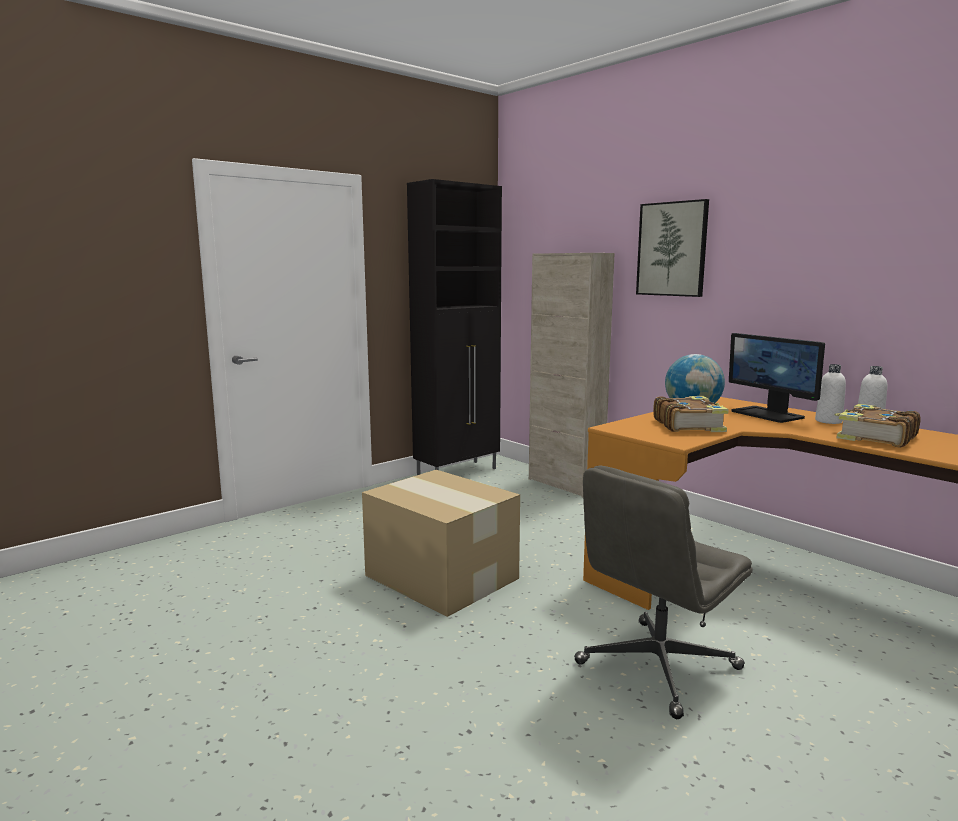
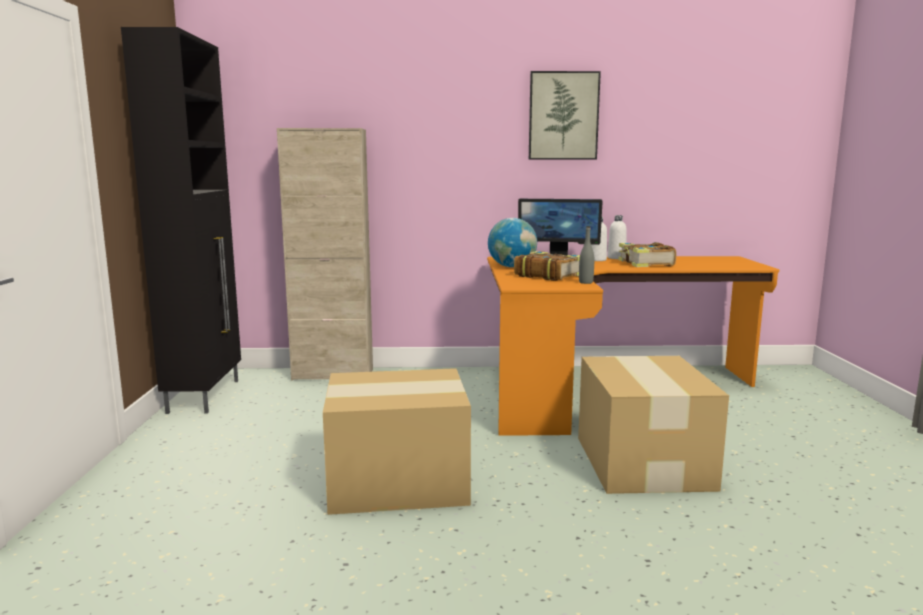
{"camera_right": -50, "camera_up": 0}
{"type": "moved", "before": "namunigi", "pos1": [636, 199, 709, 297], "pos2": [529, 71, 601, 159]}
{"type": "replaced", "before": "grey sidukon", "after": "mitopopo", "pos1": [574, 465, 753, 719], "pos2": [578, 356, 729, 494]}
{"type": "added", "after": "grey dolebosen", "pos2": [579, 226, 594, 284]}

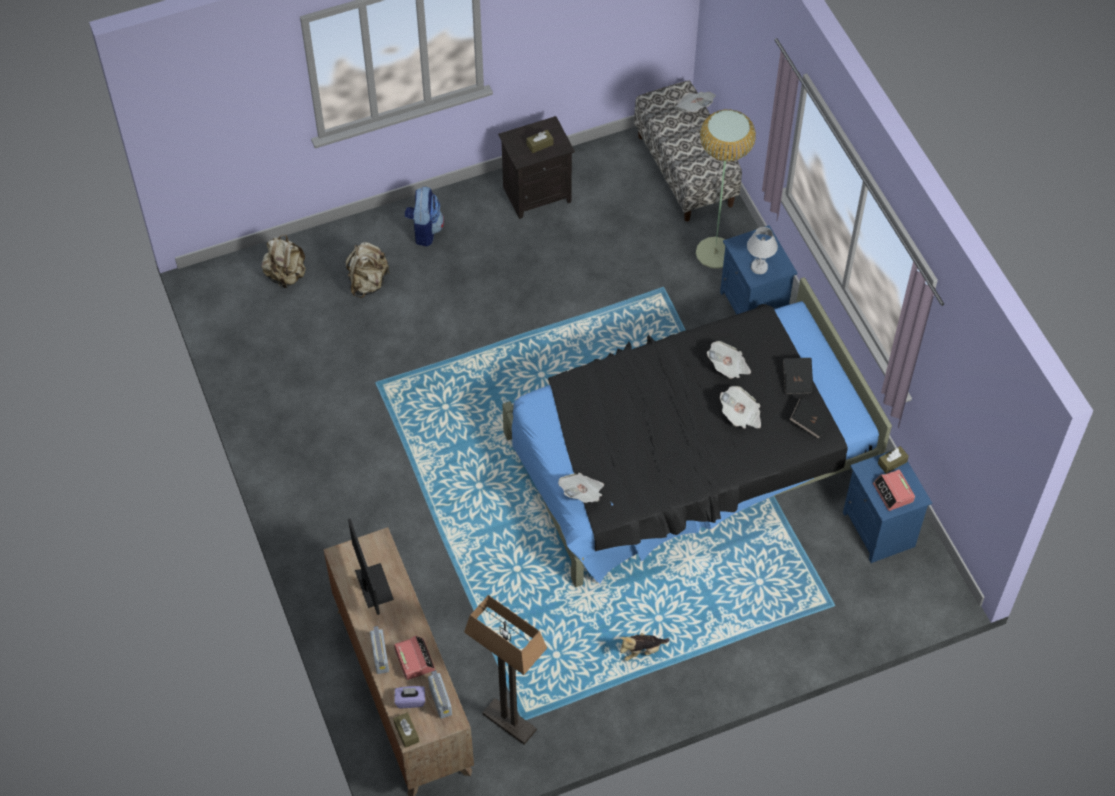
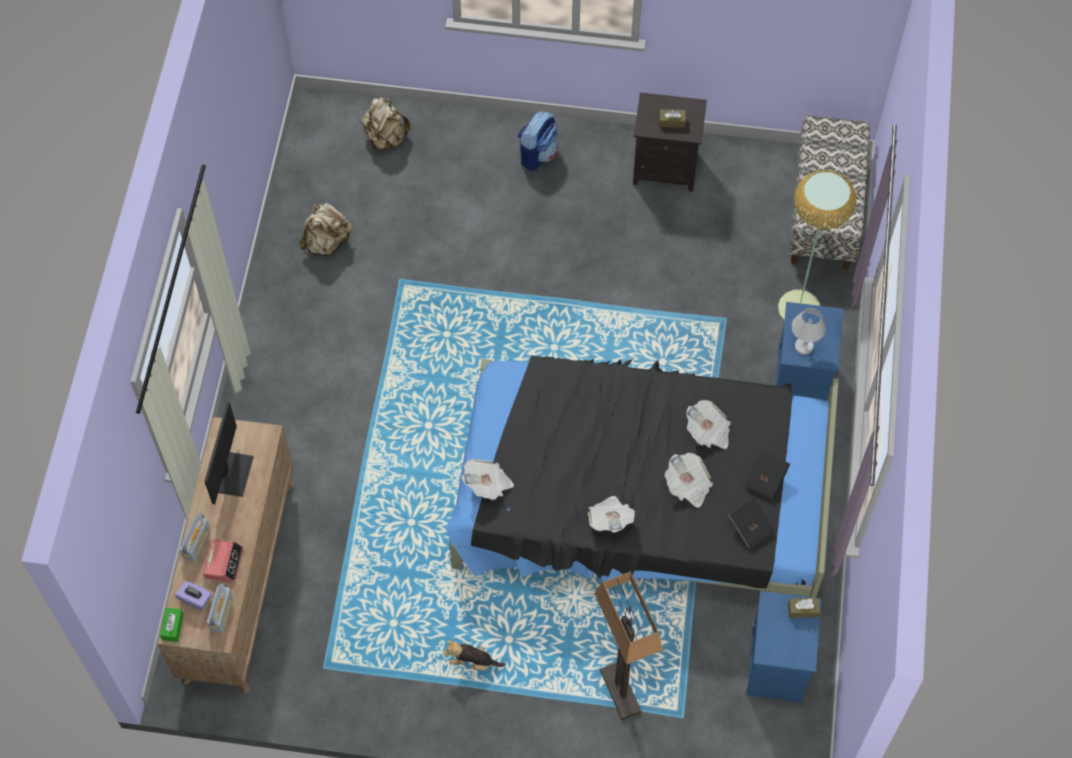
{"camera_right": 30, "camera_up": 5}
{"type": "recoloured", "before": "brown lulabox", "after": "green lulabox", "pos1": [393, 712, 419, 748], "pos2": [160, 608, 184, 642]}
{"type": "moved", "before": "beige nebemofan", "pos1": [345, 242, 390, 298], "pos2": [300, 203, 352, 256]}
{"type": "moved", "before": "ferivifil", "pos1": [675, 92, 716, 113], "pos2": [588, 496, 635, 533]}
{"type": "moved", "before": "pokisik", "pos1": [464, 595, 547, 745], "pos2": [594, 571, 663, 720]}
{"type": "removed", "before": "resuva", "pos1": [873, 469, 915, 511]}

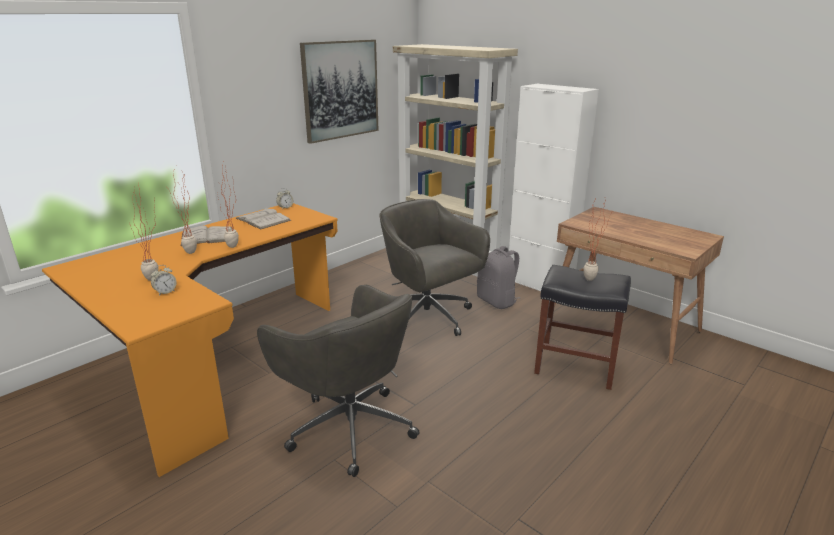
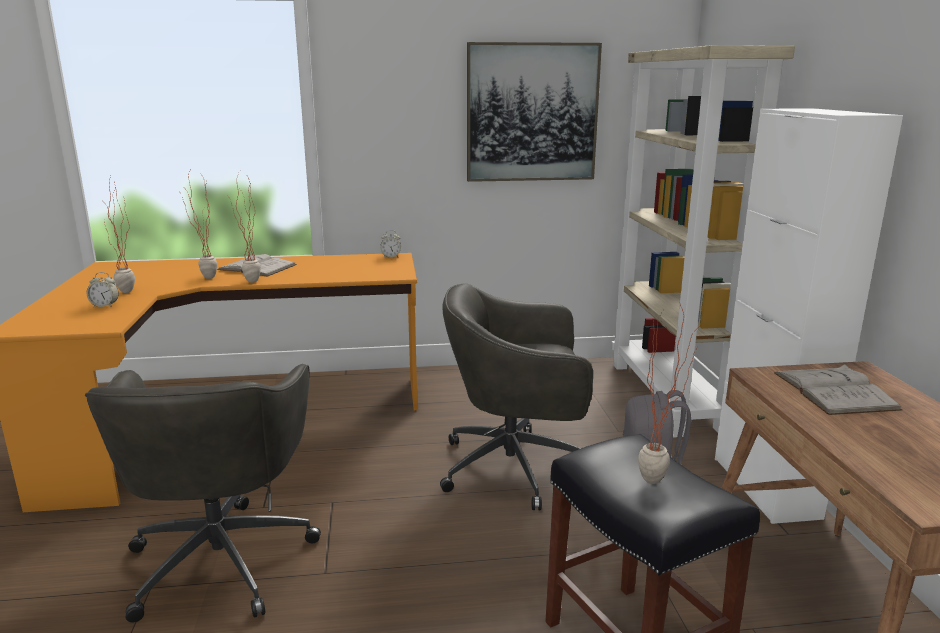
{"camera_right": 40, "camera_up": -5}
{"type": "turned", "before": "grey sidukon", "pos1": [379, 199, 490, 336], "pos2": [440, 283, 593, 511], "turn": -90}
{"type": "moved", "before": "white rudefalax", "pos1": [235, 207, 291, 229], "pos2": [774, 364, 903, 415]}

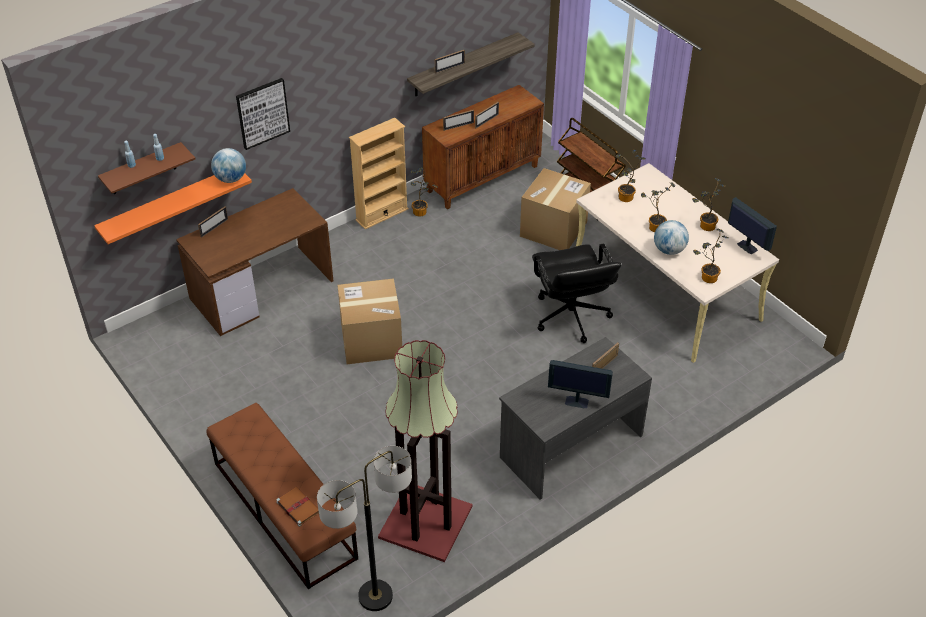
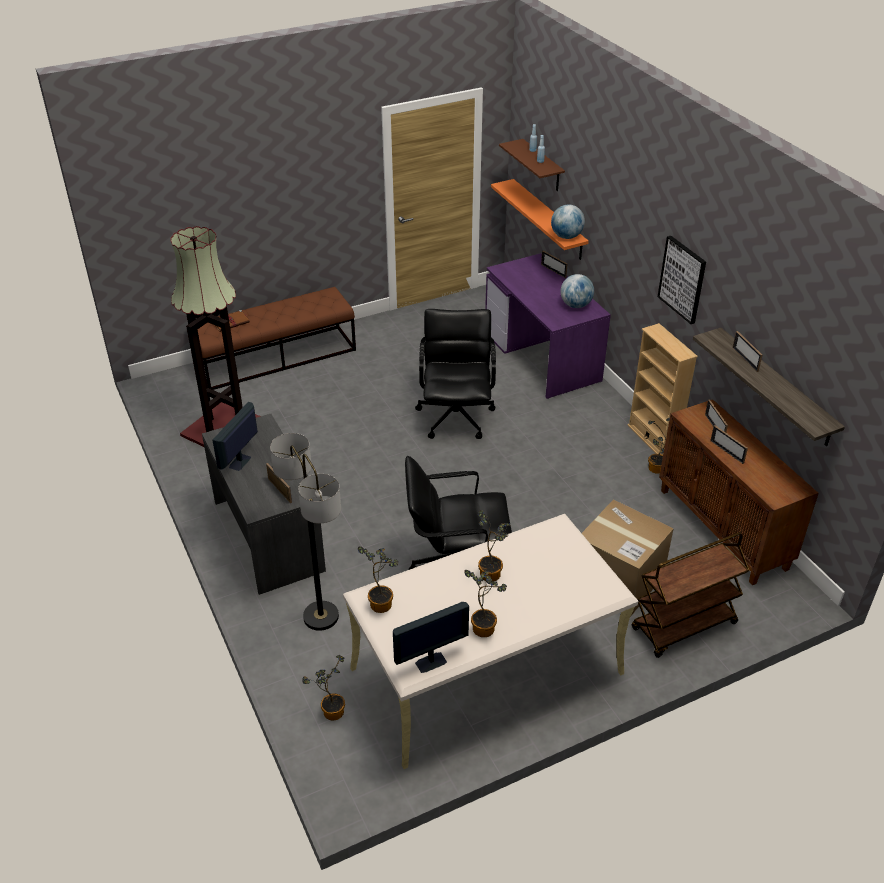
{"camera_right": 100, "camera_up": -5}
{"type": "moved", "before": "pokisik", "pos1": [317, 446, 412, 611], "pos2": [270, 433, 341, 631]}
{"type": "moved", "before": "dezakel", "pos1": [616, 149, 645, 202], "pos2": [302, 655, 345, 720]}
{"type": "replaced", "before": "mitopopo", "after": "black sidukon", "pos1": [337, 278, 402, 364], "pos2": [415, 309, 496, 439]}
{"type": "recoloured", "before": "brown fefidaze", "after": "purple fefidaze", "pos1": [176, 188, 333, 336], "pos2": [485, 253, 611, 399]}
{"type": "moved", "before": "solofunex", "pos1": [654, 220, 689, 255], "pos2": [561, 274, 594, 308]}
{"type": "moved", "before": "namunigi", "pos1": [236, 78, 290, 150], "pos2": [658, 236, 706, 324]}

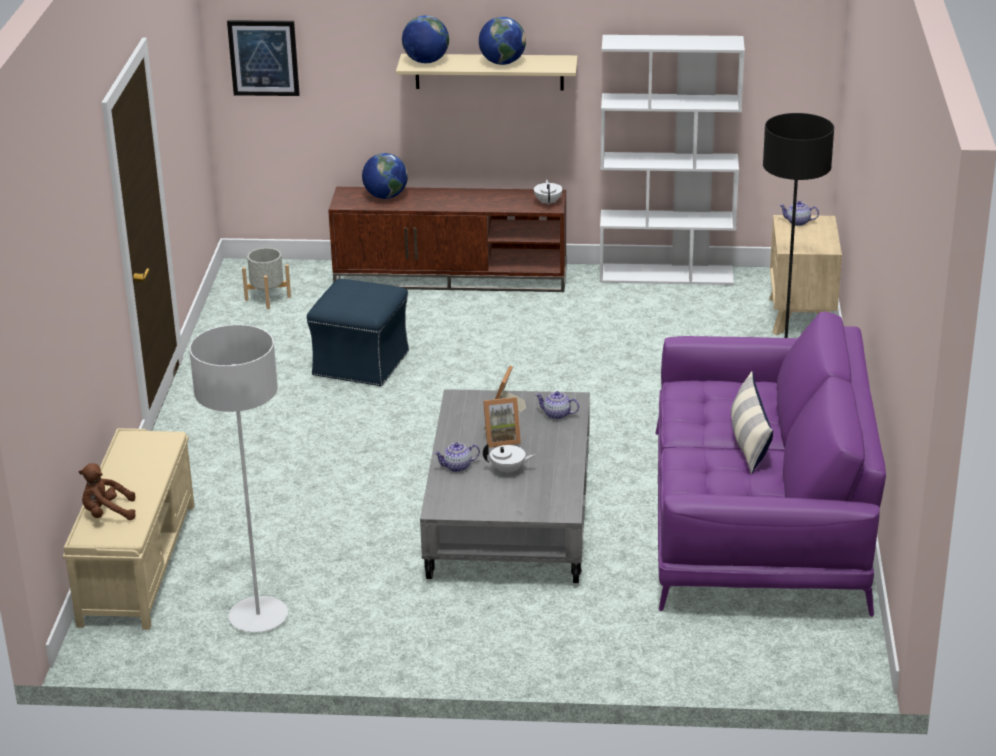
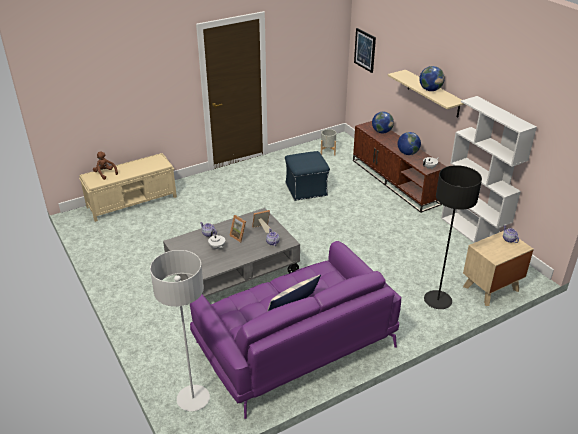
{"camera_right": 55, "camera_up": 5}
{"type": "moved", "before": "grey pokisik", "pos1": [189, 325, 288, 632], "pos2": [150, 250, 210, 411]}
{"type": "moved", "before": "solofunex", "pos1": [402, 15, 449, 63], "pos2": [398, 132, 421, 155]}

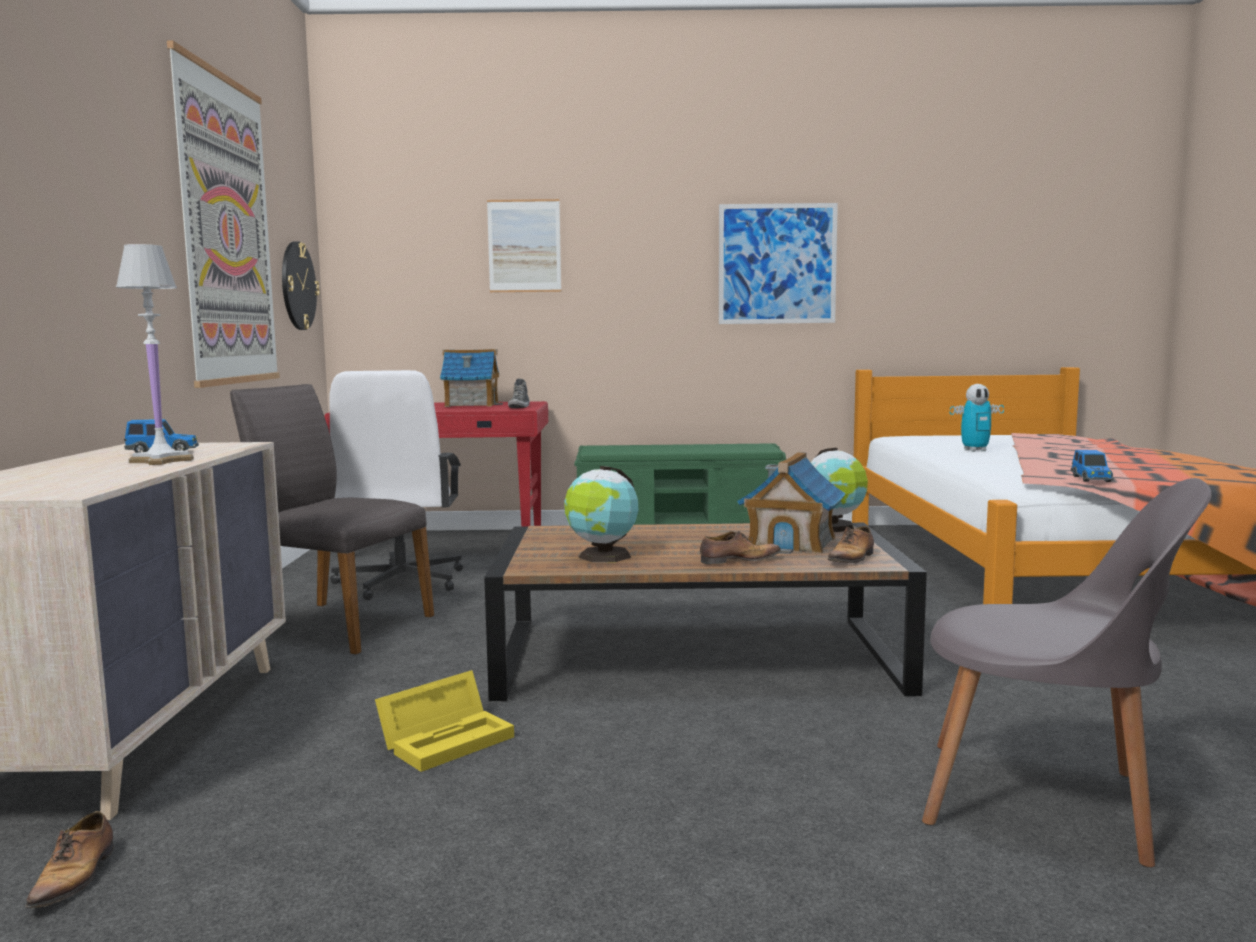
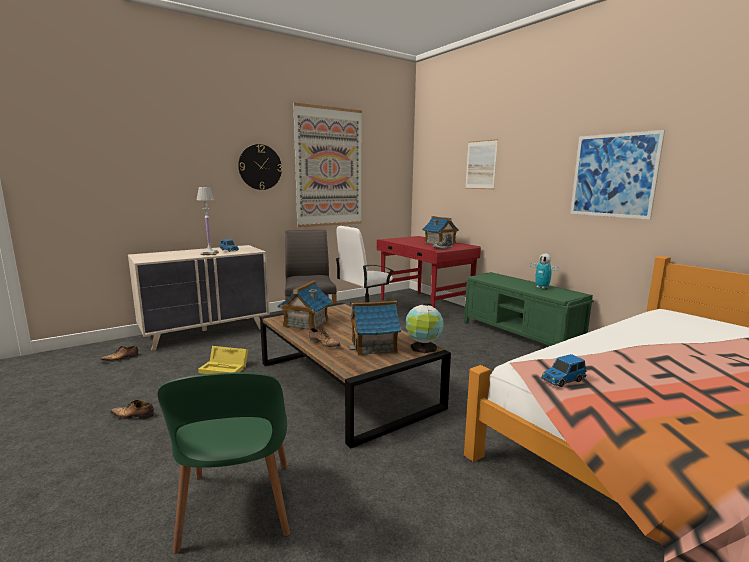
{"camera_right": 55, "camera_up": 5}
{"type": "moved", "before": "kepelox", "pos1": [828, 526, 874, 563], "pos2": [110, 400, 154, 419]}
{"type": "recoloured", "before": "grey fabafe", "after": "green fabafe", "pos1": [922, 478, 1211, 868], "pos2": [158, 372, 290, 554]}
{"type": "moved", "before": "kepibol", "pos1": [282, 241, 319, 330], "pos2": [238, 144, 282, 190]}
{"type": "replaced", "before": "solofunex", "after": "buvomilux", "pos1": [564, 466, 638, 562], "pos2": [278, 281, 332, 330]}
{"type": "moved", "before": "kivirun", "pos1": [950, 384, 1004, 452], "pos2": [530, 254, 559, 289]}

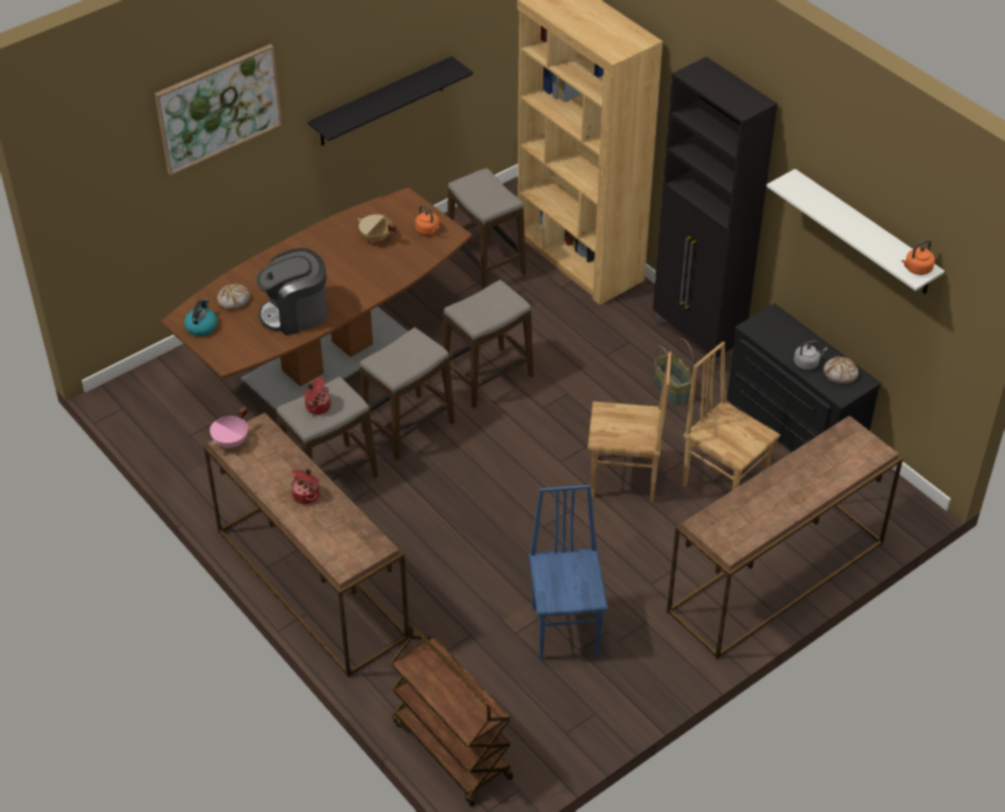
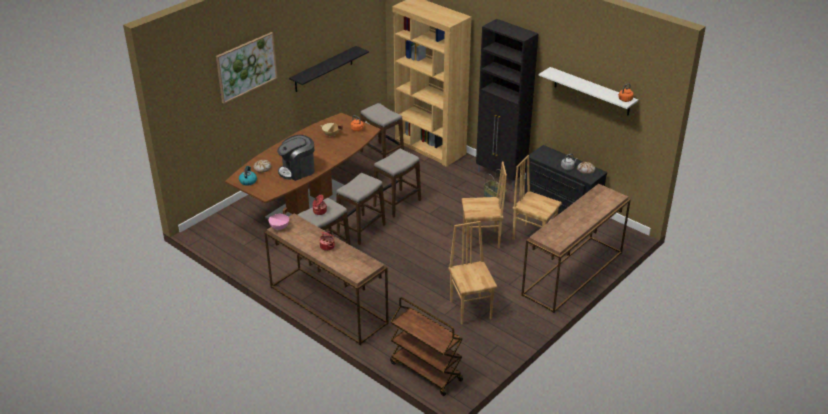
{"camera_right": -10, "camera_up": -10}
{"type": "recoloured", "before": "blue fabafe", "after": "brown fabafe", "pos1": [529, 485, 608, 660], "pos2": [449, 221, 497, 325]}

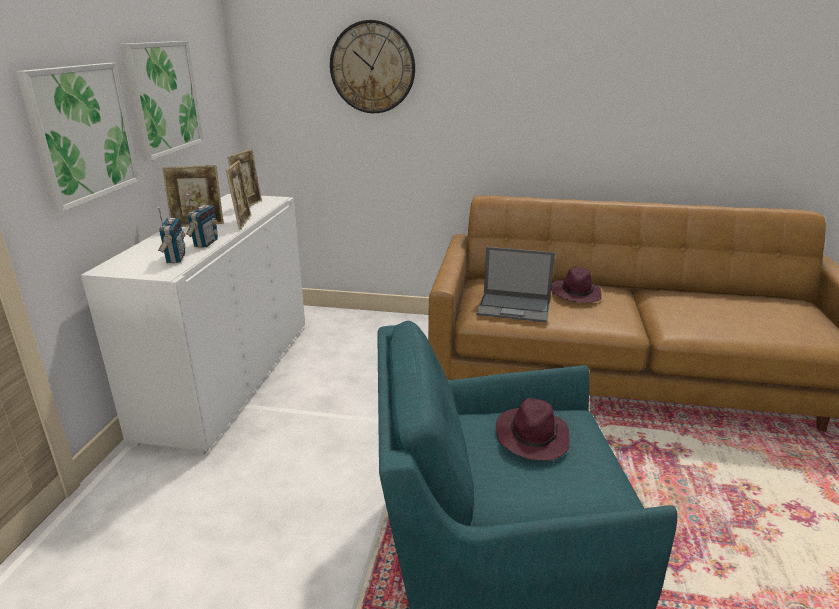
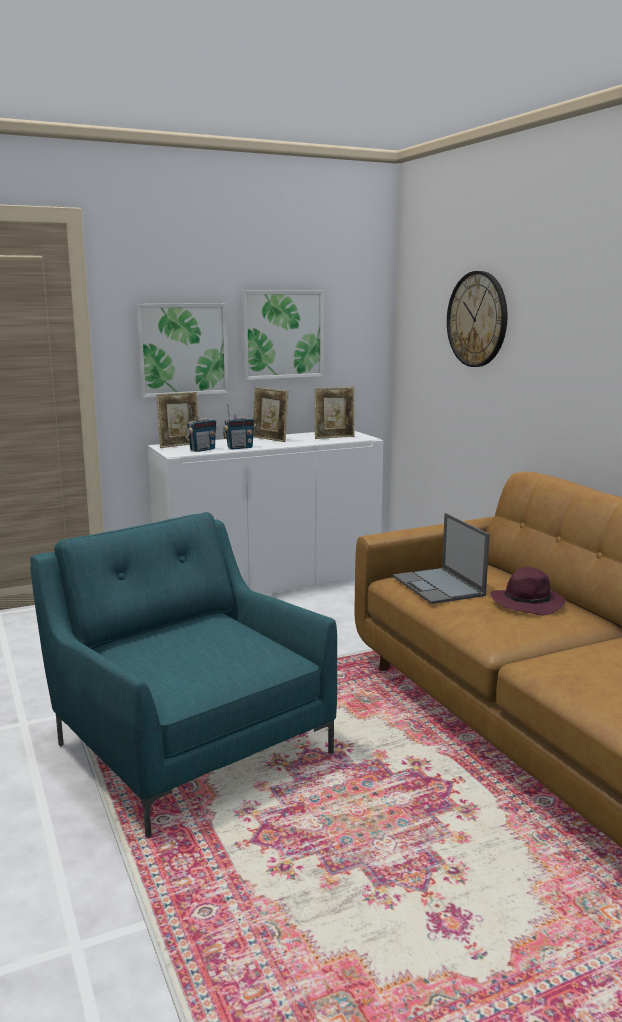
{"camera_right": 55, "camera_up": -10}
{"type": "moved", "before": "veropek", "pos1": [226, 160, 251, 230], "pos2": [156, 392, 198, 448]}
{"type": "removed", "before": "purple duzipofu", "pos1": [496, 398, 570, 460]}

